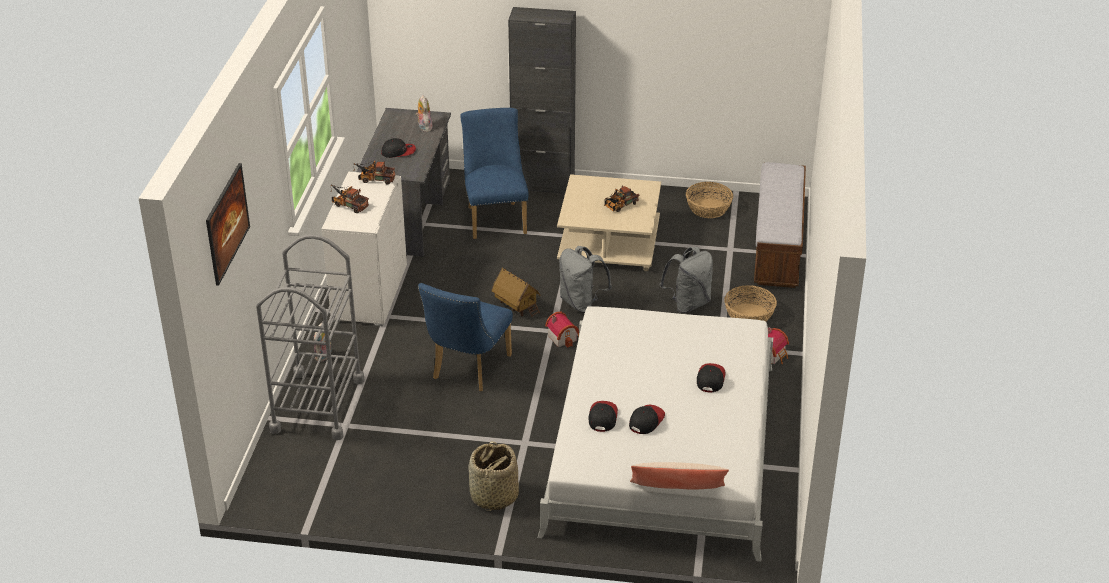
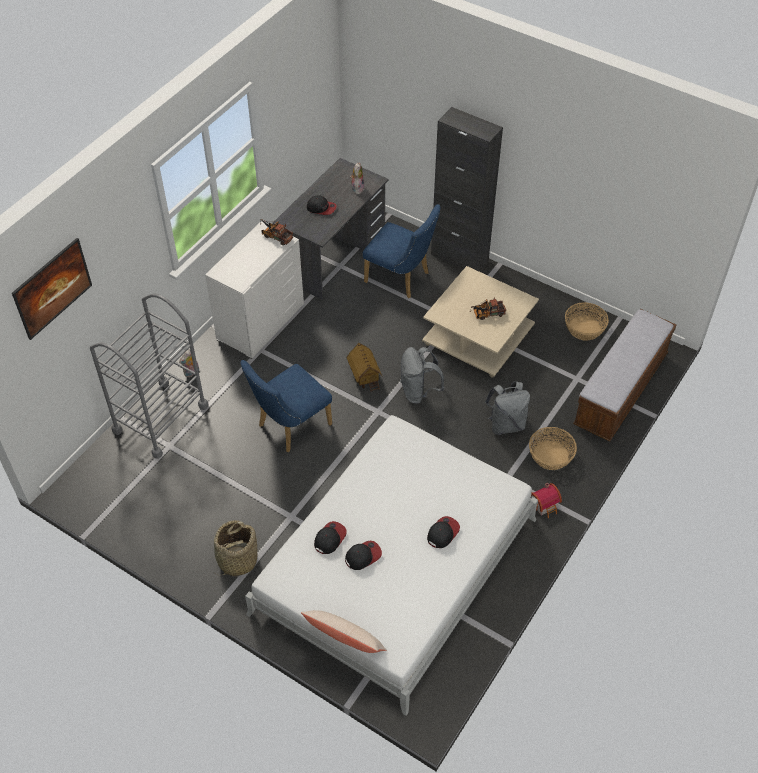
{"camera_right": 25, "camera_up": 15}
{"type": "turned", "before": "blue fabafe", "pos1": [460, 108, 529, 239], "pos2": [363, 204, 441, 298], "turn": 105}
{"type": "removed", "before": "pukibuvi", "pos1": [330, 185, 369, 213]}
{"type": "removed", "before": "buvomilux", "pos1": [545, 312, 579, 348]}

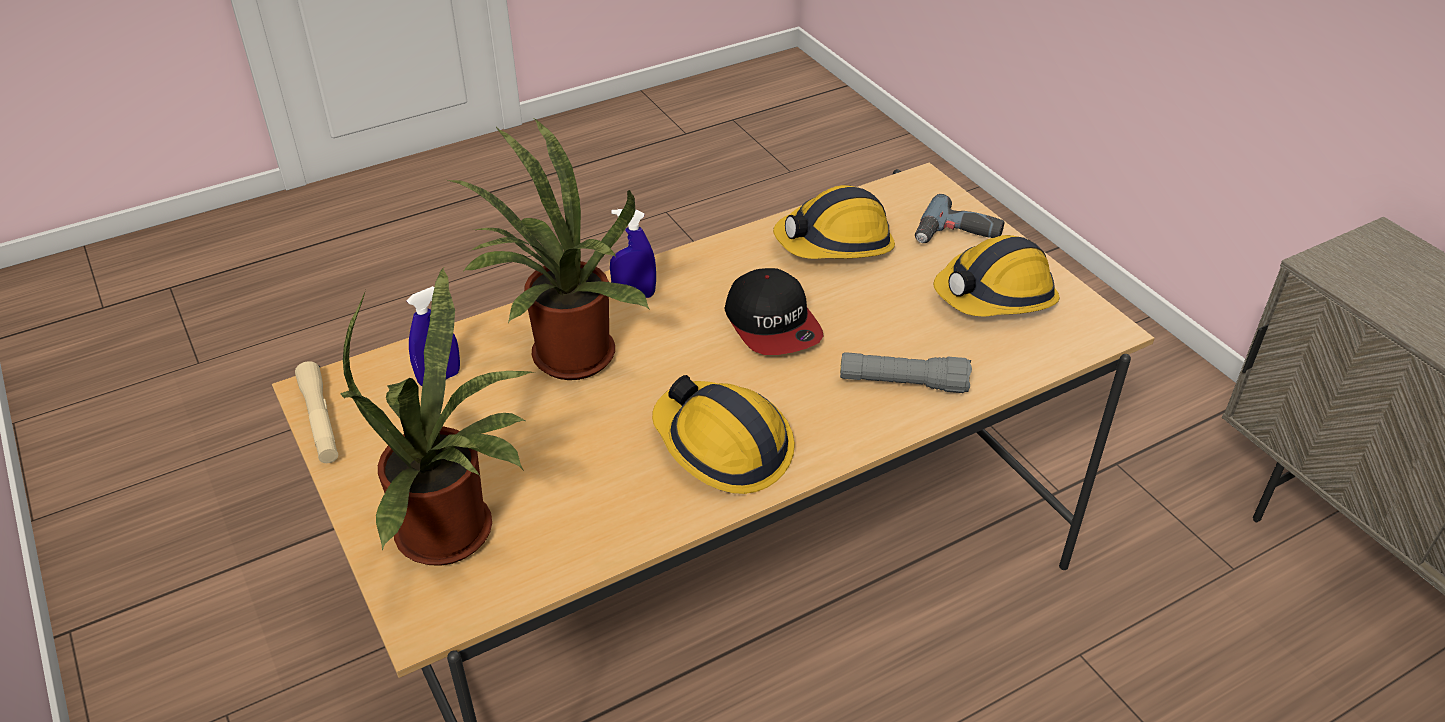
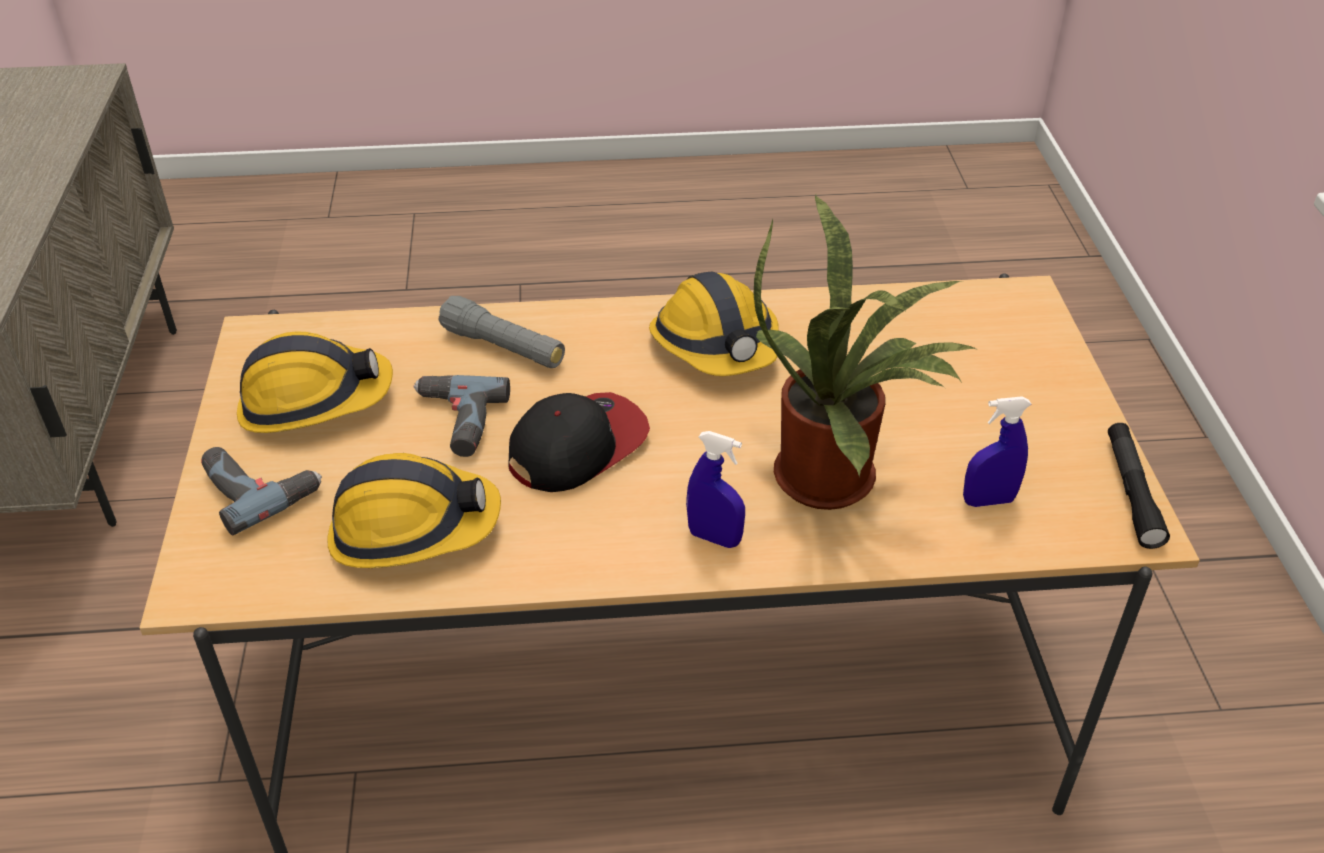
{"camera_right": -155, "camera_up": 0}
{"type": "added", "after": "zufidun", "pos2": [413, 375, 510, 457]}
{"type": "turned", "before": "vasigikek", "pos1": [724, 268, 824, 355], "pos2": [508, 392, 650, 492], "turn": 45}
{"type": "recoloured", "before": "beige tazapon", "after": "black tazapon", "pos1": [295, 361, 338, 463], "pos2": [1108, 423, 1170, 549]}
{"type": "removed", "before": "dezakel", "pos1": [341, 268, 535, 566]}

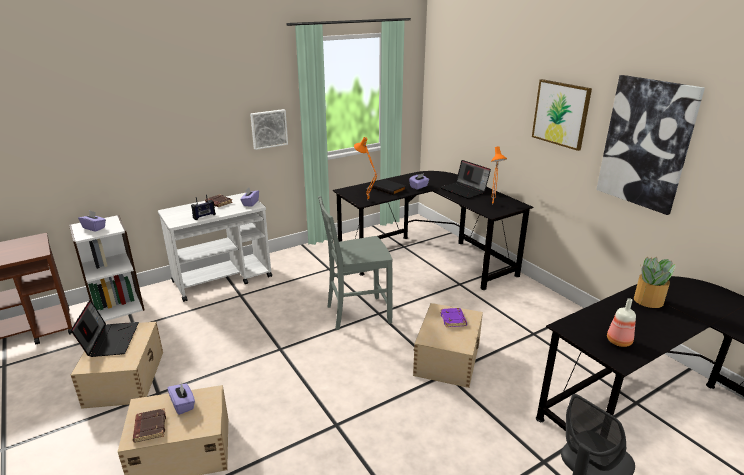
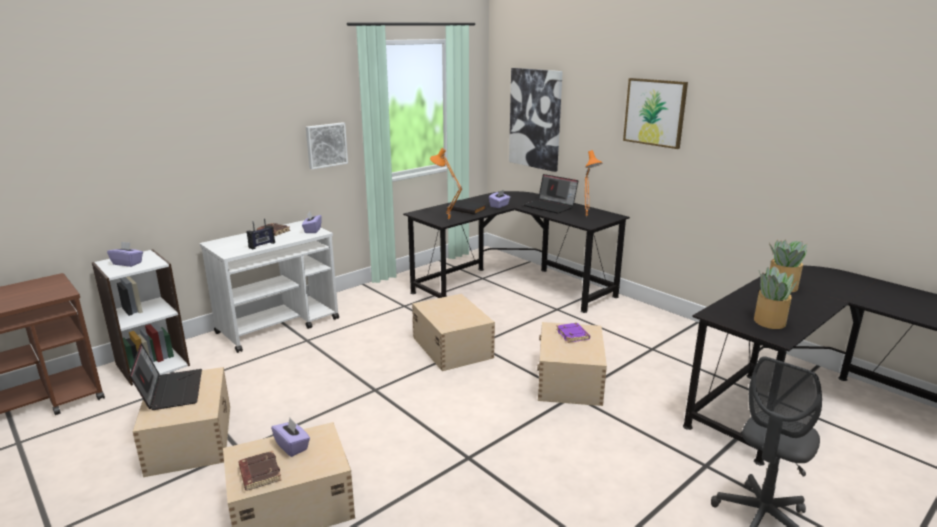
{"camera_right": -10, "camera_up": -5}
{"type": "replaced", "before": "grey fabafe", "after": "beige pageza", "pos1": [318, 196, 392, 330], "pos2": [412, 294, 495, 371]}
{"type": "moved", "before": "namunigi", "pos1": [596, 75, 705, 215], "pos2": [509, 68, 563, 172]}
{"type": "replaced", "before": "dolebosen", "after": "dezakel", "pos1": [607, 298, 636, 347], "pos2": [754, 266, 797, 329]}

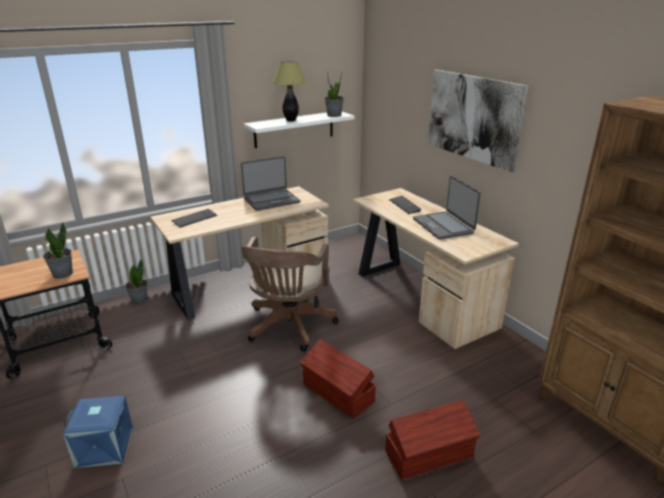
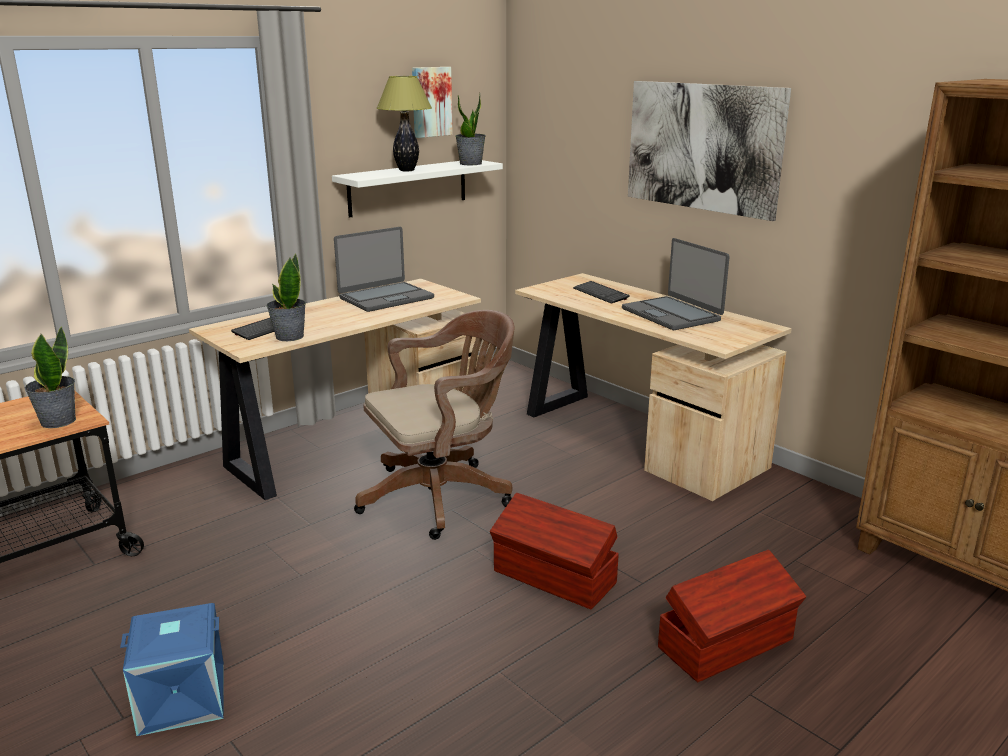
{"camera_right": -10, "camera_up": -5}
{"type": "moved", "before": "dezakel", "pos1": [125, 259, 147, 304], "pos2": [266, 254, 306, 341]}
{"type": "turned", "before": "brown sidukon", "pos1": [241, 237, 339, 352], "pos2": [354, 310, 515, 540], "turn": -120}
{"type": "added", "after": "namunigi", "pos2": [412, 67, 453, 138]}

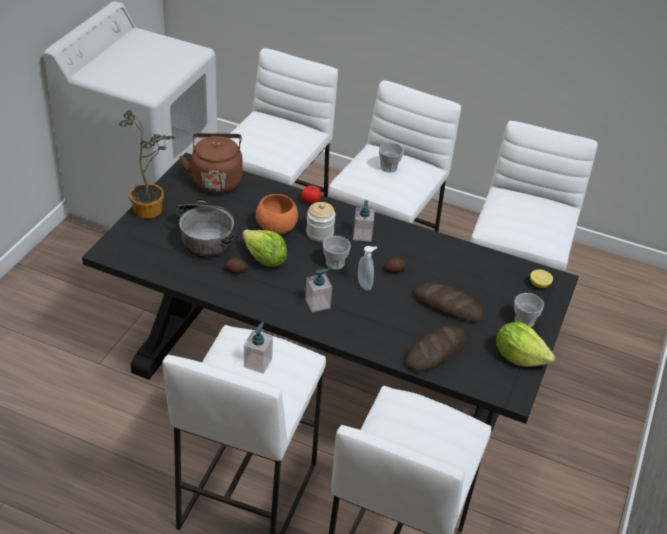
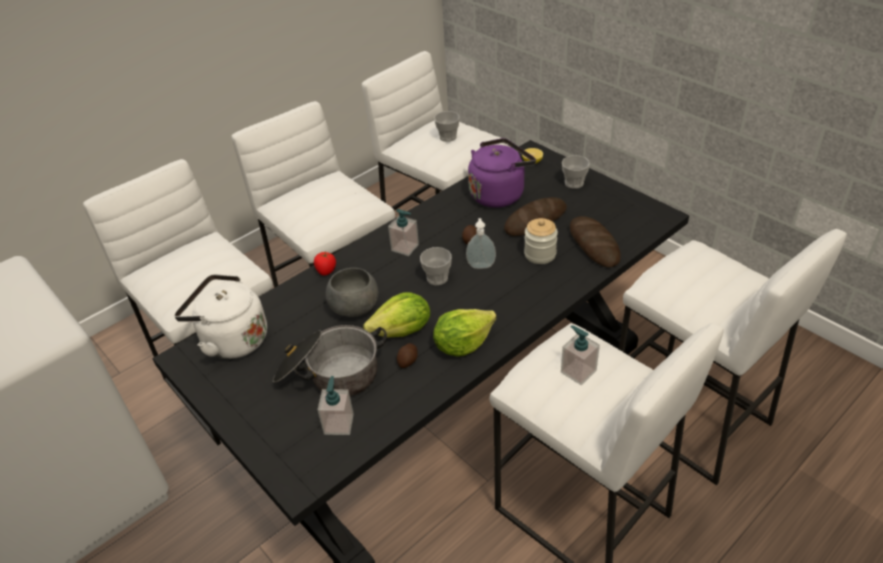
{"camera_right": -60, "camera_up": 0}
{"type": "recoloured", "before": "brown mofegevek", "after": "white mofegevek", "pos1": [179, 133, 243, 194], "pos2": [174, 274, 267, 359]}
{"type": "moved", "before": "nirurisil", "pos1": [305, 268, 332, 312], "pos2": [317, 376, 354, 435]}
{"type": "recoloured", "before": "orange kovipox", "after": "grey kovipox", "pos1": [256, 194, 298, 235], "pos2": [326, 268, 378, 317]}
{"type": "moved", "before": "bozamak", "pos1": [496, 321, 555, 367], "pos2": [433, 309, 497, 357]}
{"type": "moved", "before": "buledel", "pos1": [379, 142, 404, 173], "pos2": [434, 111, 460, 142]}
{"type": "added", "after": "purple mofegevek", "pos2": [468, 138, 536, 208]}
{"type": "moved", "before": "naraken", "pos1": [306, 202, 336, 242], "pos2": [524, 218, 558, 264]}
{"type": "removed", "before": "dezakel", "pos1": [119, 110, 175, 219]}

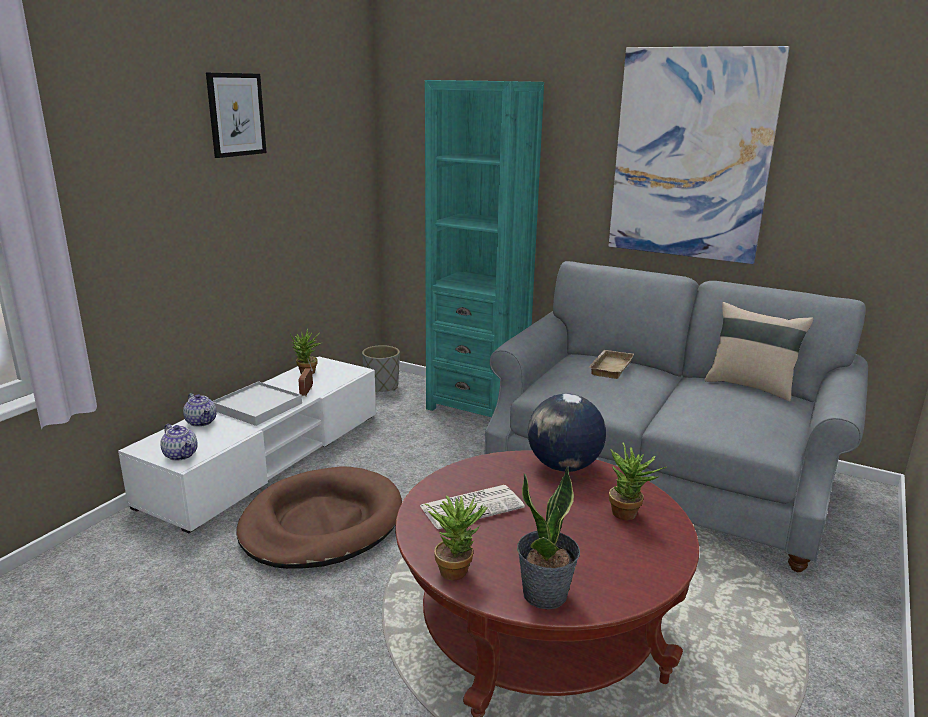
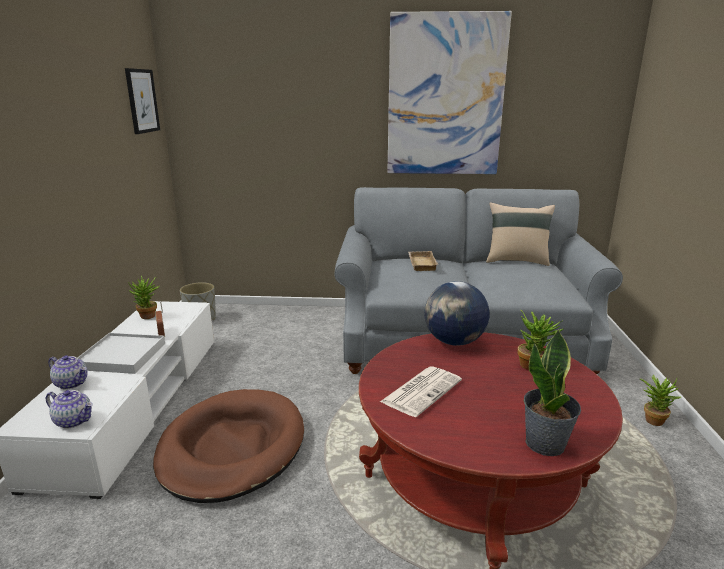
{"camera_right": -25, "camera_up": 0}
{"type": "moved", "before": "namunigi", "pos1": [206, 73, 267, 158], "pos2": [125, 68, 160, 134]}
{"type": "moved", "before": "dezakel", "pos1": [425, 496, 487, 580], "pos2": [640, 375, 681, 426]}
{"type": "removed", "before": "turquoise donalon", "pos1": [425, 80, 544, 417]}

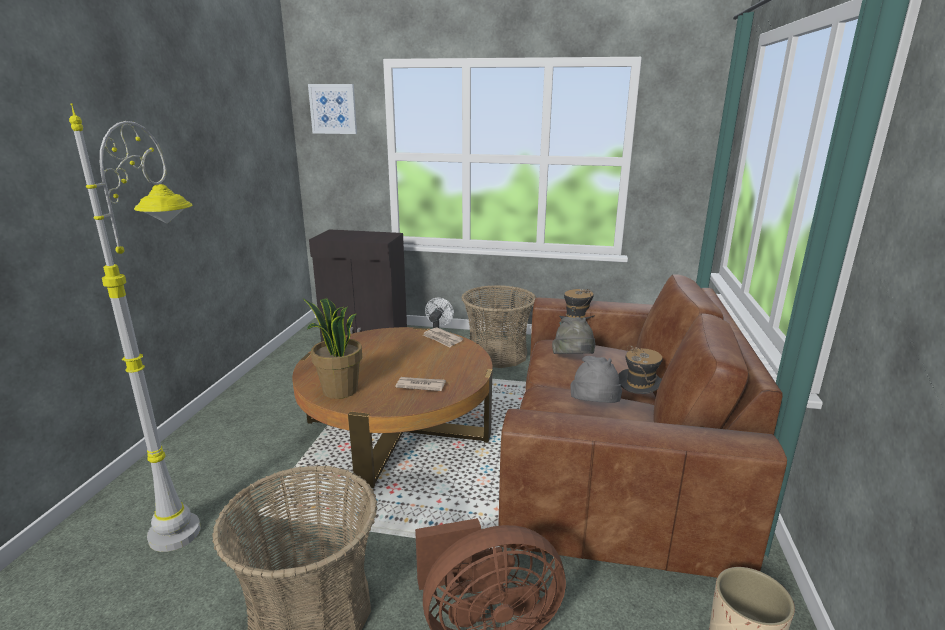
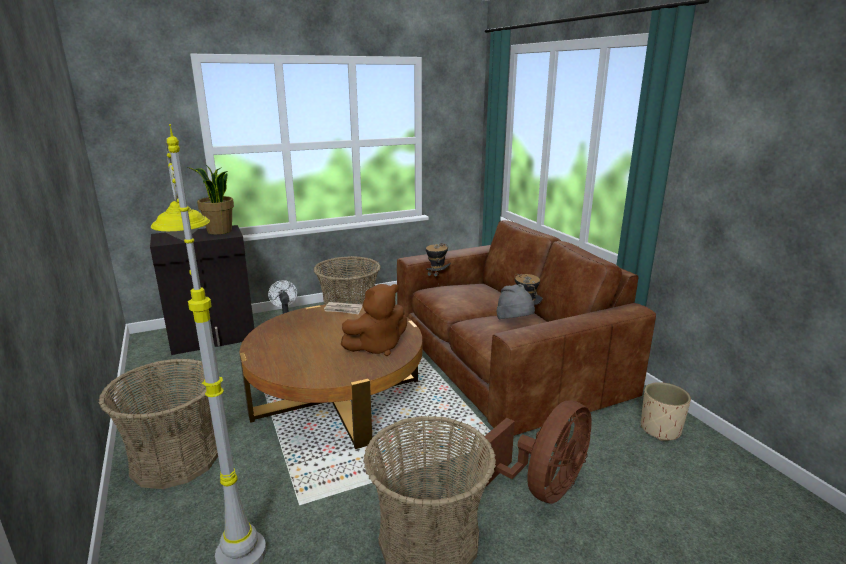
{"camera_right": -35, "camera_up": 0}
{"type": "added", "after": "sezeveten", "pos2": [98, 359, 218, 489]}
{"type": "moved", "before": "dezakel", "pos1": [303, 298, 362, 399], "pos2": [188, 165, 234, 235]}
{"type": "replaced", "before": "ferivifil", "after": "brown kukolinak", "pos1": [395, 377, 446, 391], "pos2": [341, 284, 407, 356]}
{"type": "removed", "before": "namunigi", "pos1": [308, 84, 357, 134]}
{"type": "removed", "before": "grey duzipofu", "pos1": [552, 317, 596, 354]}

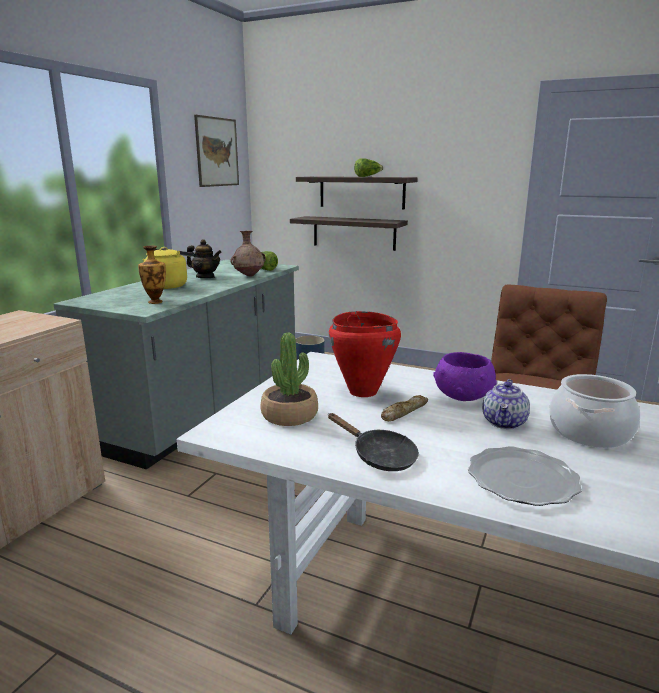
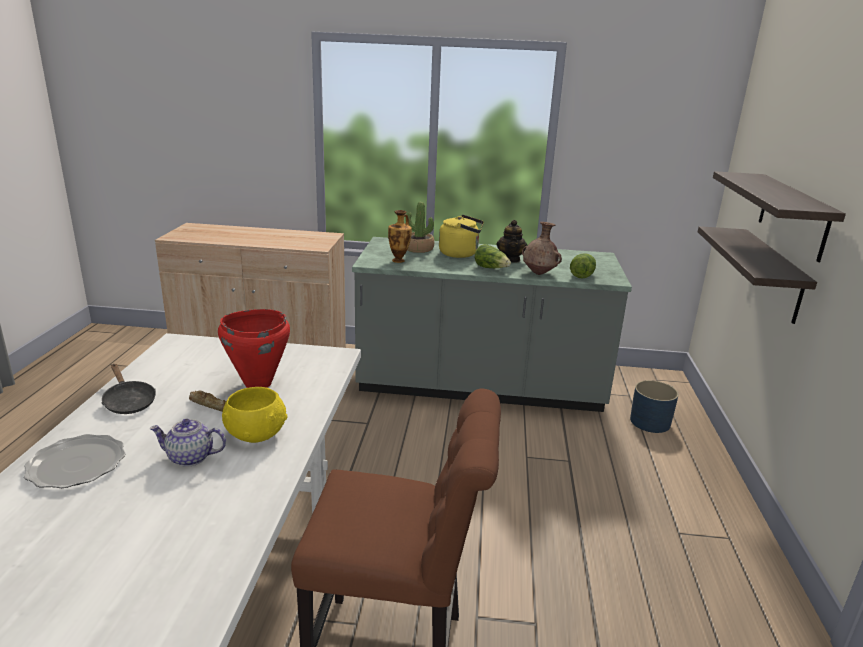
{"camera_right": 70, "camera_up": 5}
{"type": "turned", "before": "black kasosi", "pos1": [328, 413, 419, 471], "pos2": [101, 364, 156, 414], "turn": -60}
{"type": "recoloured", "before": "purple kovipox", "after": "yellow kovipox", "pos1": [433, 352, 497, 401], "pos2": [222, 387, 287, 443]}
{"type": "moved", "before": "dezakel", "pos1": [261, 333, 318, 426], "pos2": [405, 202, 434, 253]}
{"type": "moved", "before": "bozamak", "pos1": [354, 158, 383, 177], "pos2": [475, 244, 511, 268]}
{"type": "removed", "before": "namunigi", "pos1": [194, 115, 239, 187]}
{"type": "removed", "before": "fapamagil", "pos1": [549, 374, 640, 448]}

